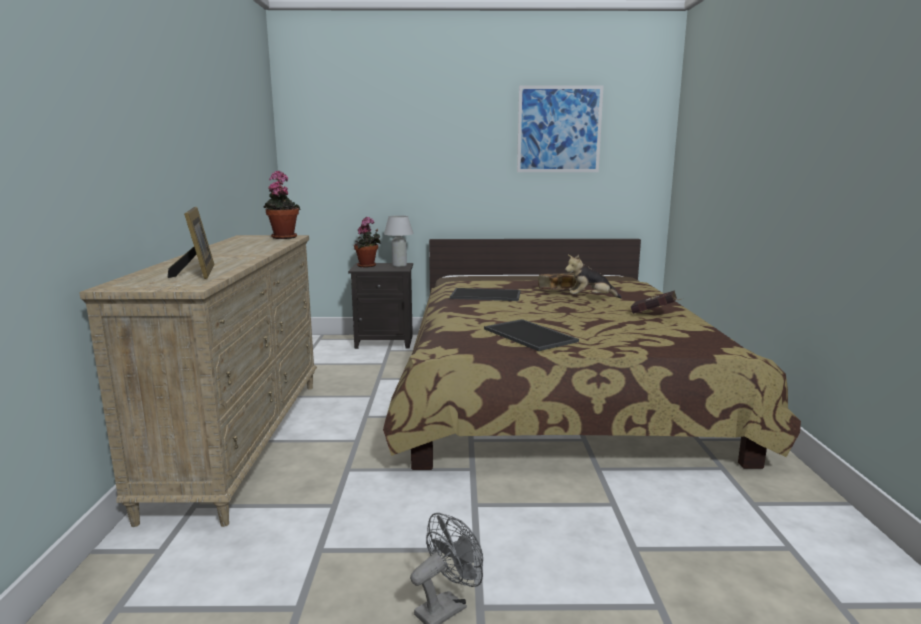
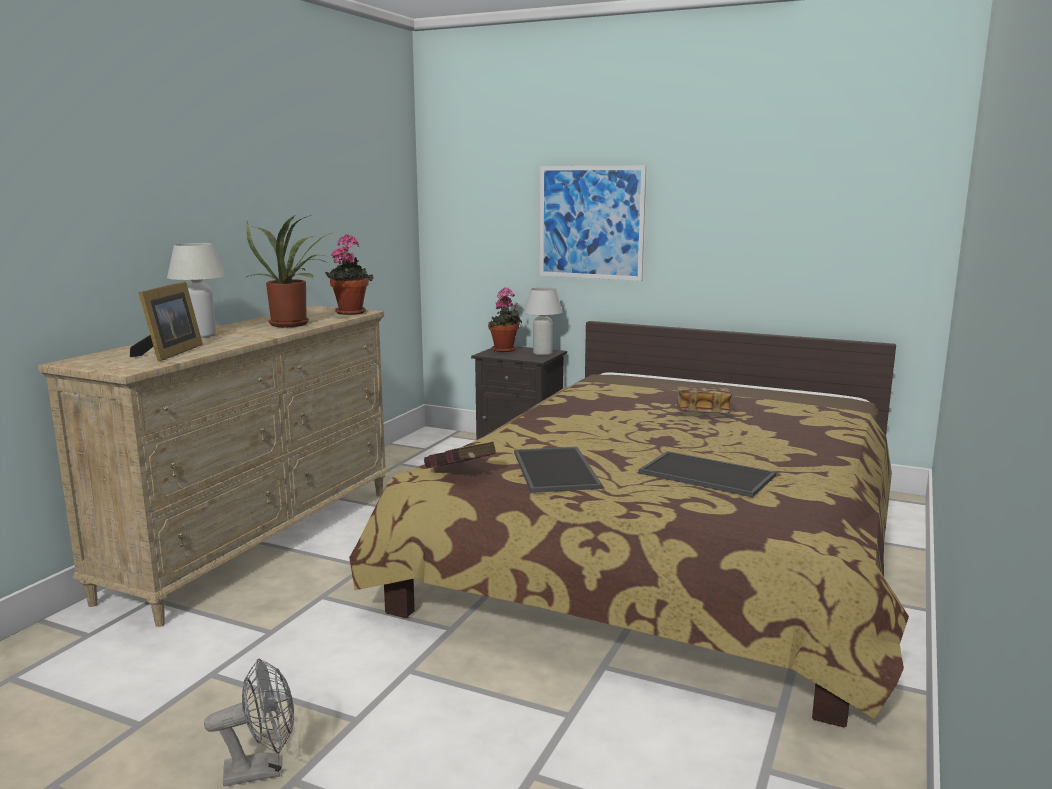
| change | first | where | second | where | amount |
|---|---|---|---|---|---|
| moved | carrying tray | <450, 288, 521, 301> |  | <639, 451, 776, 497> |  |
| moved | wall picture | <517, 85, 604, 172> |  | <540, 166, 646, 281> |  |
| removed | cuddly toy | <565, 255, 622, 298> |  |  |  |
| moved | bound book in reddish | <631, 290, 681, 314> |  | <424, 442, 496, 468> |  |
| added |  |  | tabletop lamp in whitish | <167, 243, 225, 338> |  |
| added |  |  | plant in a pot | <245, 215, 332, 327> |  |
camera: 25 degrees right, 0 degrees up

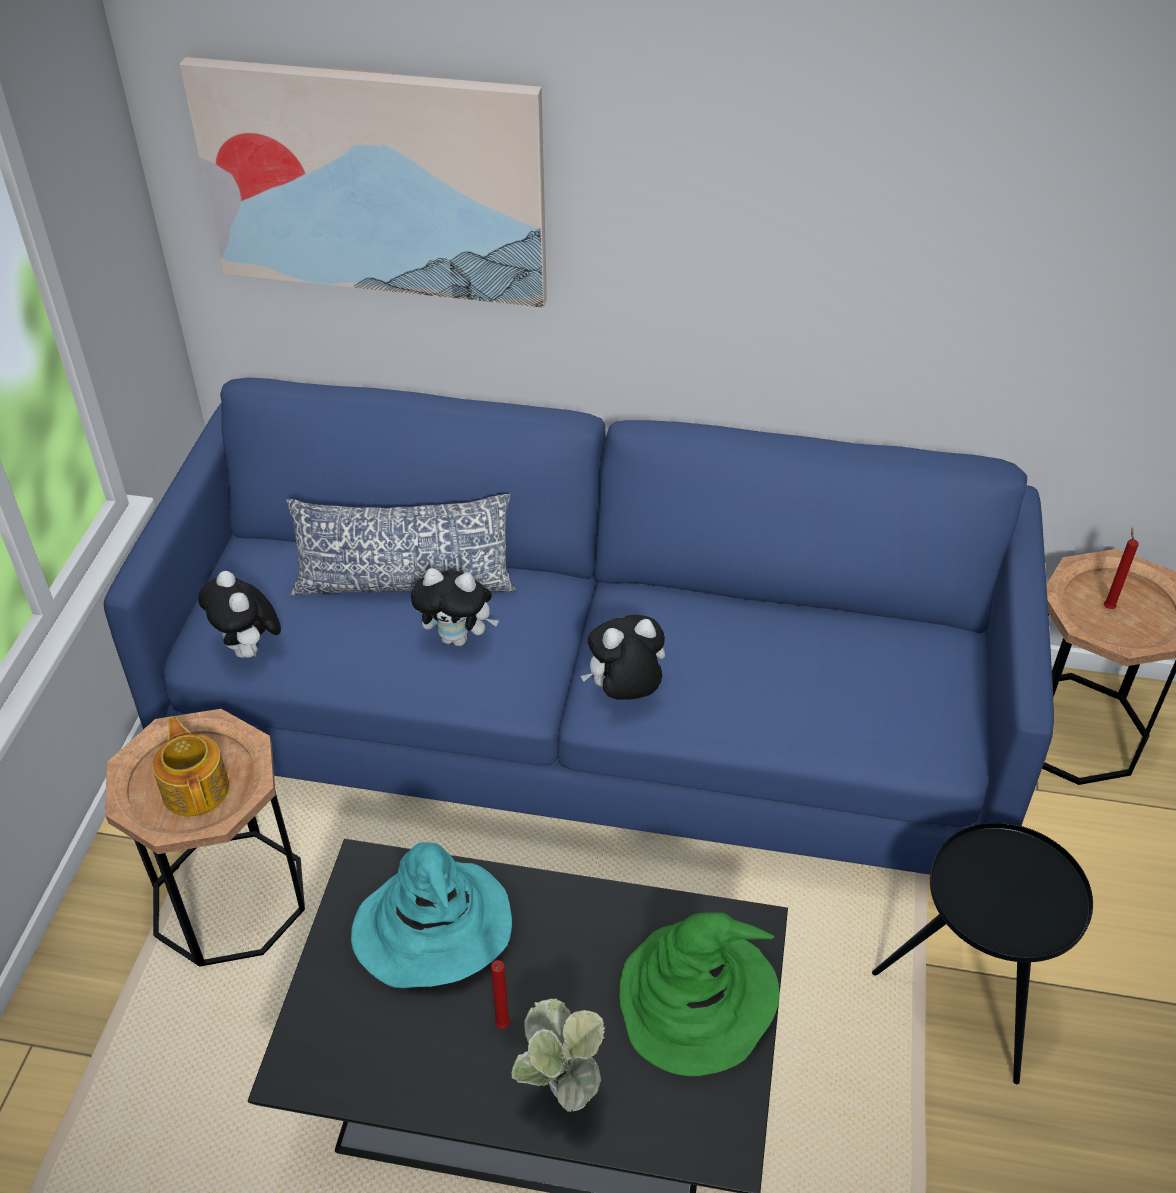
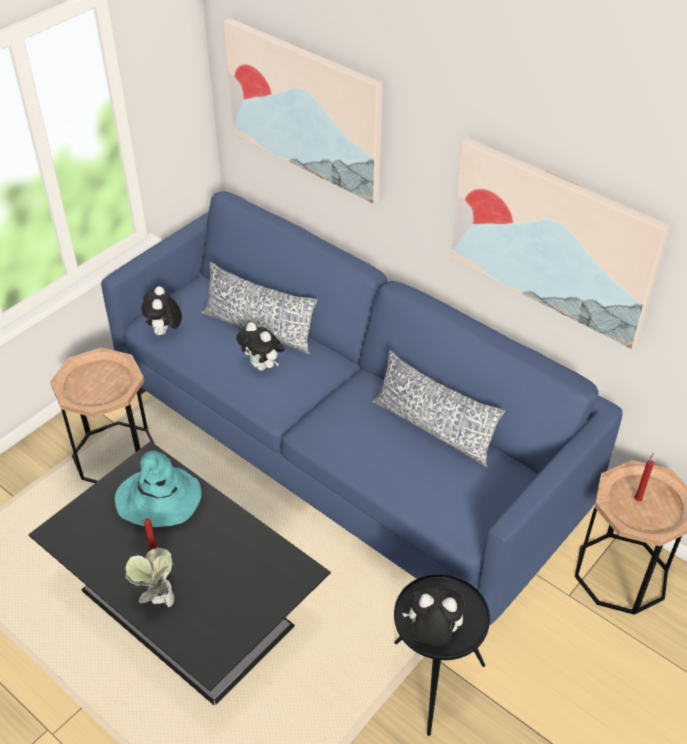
| change | first | where | second | where | amount |
|---|---|---|---|---|---|
| removed | pot for tea | <152, 717, 229, 817> |  |  |  |
| moved | cuddly toy | <581, 615, 665, 700> |  | <402, 586, 464, 646> |  |
| removed | wearable hat in green-coloured | <619, 912, 780, 1076> |  |  |  |
| added |  |  | pillow | <372, 350, 505, 467> |  |
| added |  |  | wall picture | <451, 138, 670, 349> |  |
camera: 30 degrees right, 0 degrees up

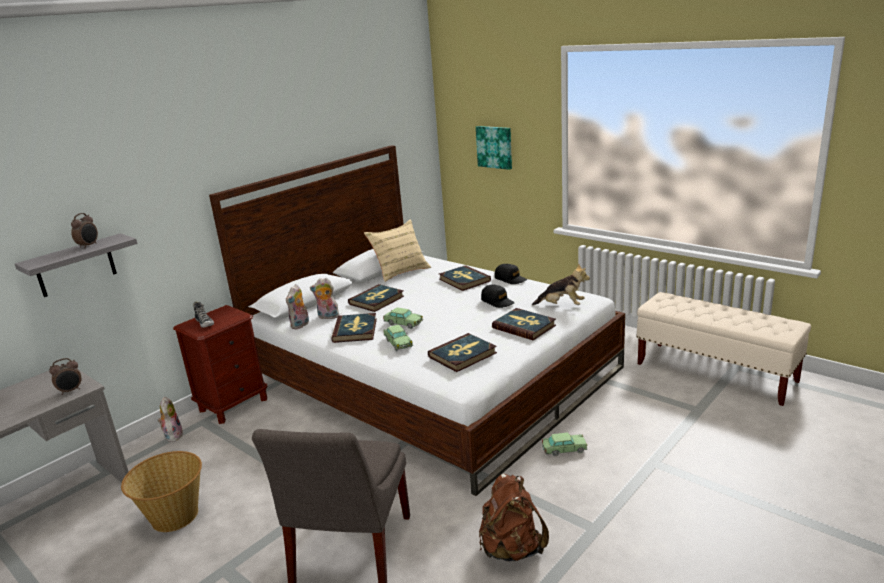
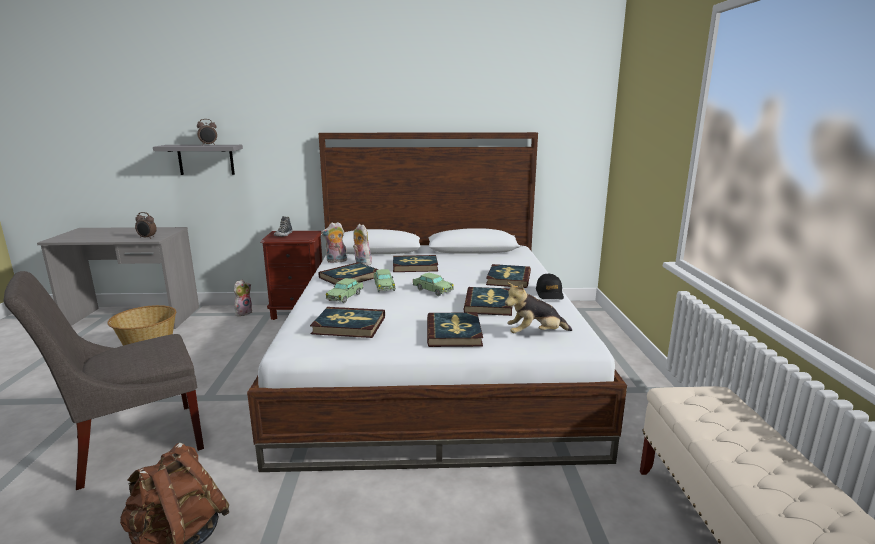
| change | first | where | second | where | amount |
|---|---|---|---|---|---|
| removed | pillow in beige-coloured | <364, 219, 431, 282> |  |  |  |
| removed | wall picture | <476, 126, 512, 170> |  |  |  |
| replaced | peaked cap in black | <481, 284, 514, 308> | bound book | <463, 287, 512, 316> |  |
| turned | cuddly toy | <532, 263, 590, 305> |  | <505, 282, 572, 333> | 105 degrees clockwise |
| moved | model car | <542, 433, 587, 456> |  | <413, 273, 454, 296> |  |
camera: 45 degrees right, 5 degrees down

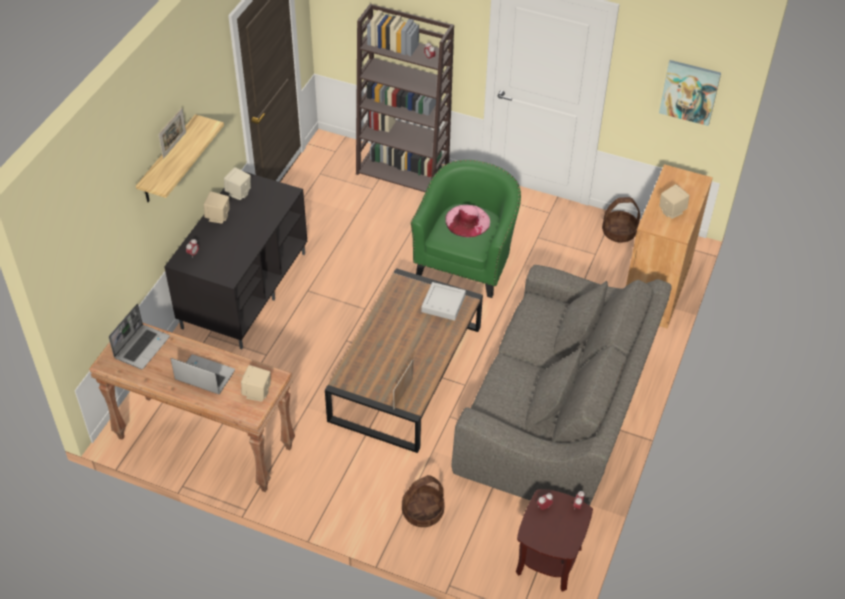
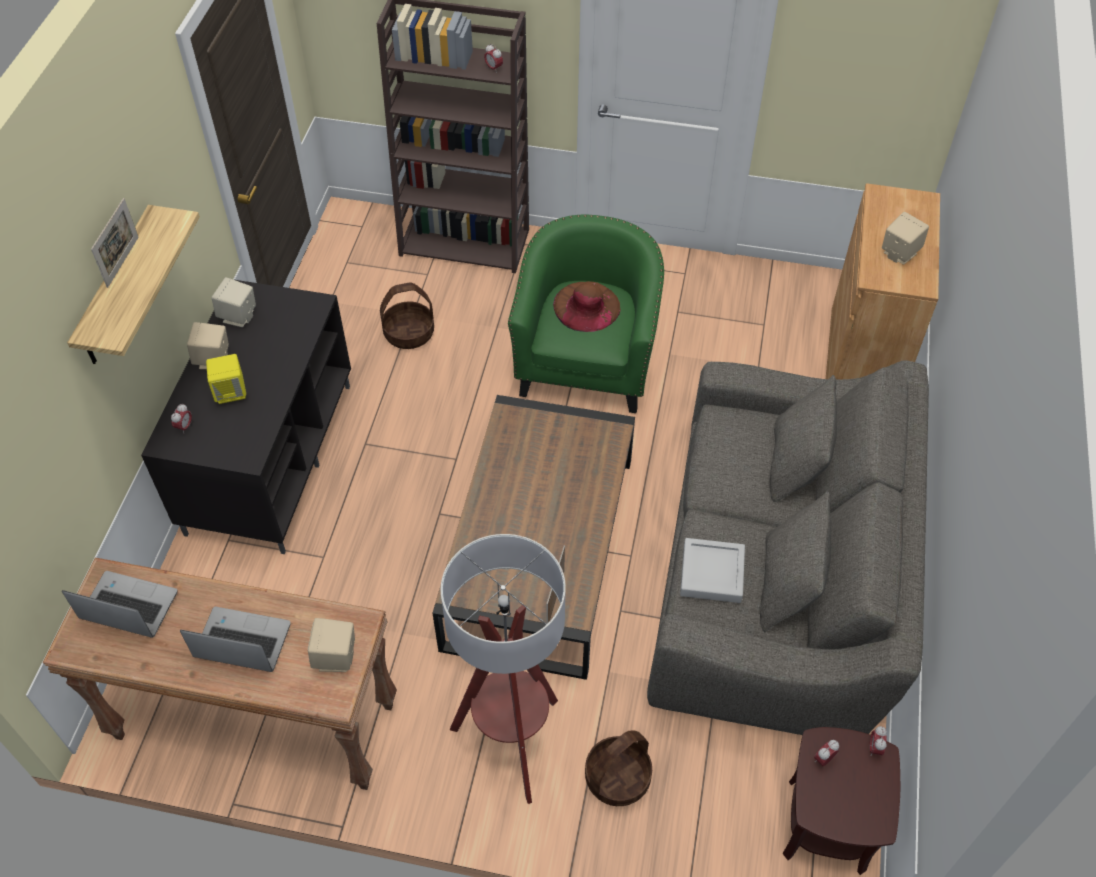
| change | first | where | second | where | amount |
|---|---|---|---|---|---|
| turned | notebook computer | <109, 304, 170, 369> |  | <62, 571, 177, 638> | 90 degrees counterclockwise |
| moved | carrying tray in gray | <421, 282, 466, 321> |  | <680, 538, 745, 603> |  |
| recoloured | wearable hat in pink | <445, 205, 490, 237> | wearable hat in brownish | <553, 281, 620, 332> |  |
| moved | household basket | <602, 197, 640, 243> |  | <380, 283, 434, 349> |  |
| removed | wall picture | <659, 60, 721, 126> |  |  |  |
| added |  |  | speaker in yellow | <206, 354, 246, 404> |  |
| added |  |  | standard lamp | <441, 534, 566, 804> |  |
camera: 10 degrees left, 5 degrees up

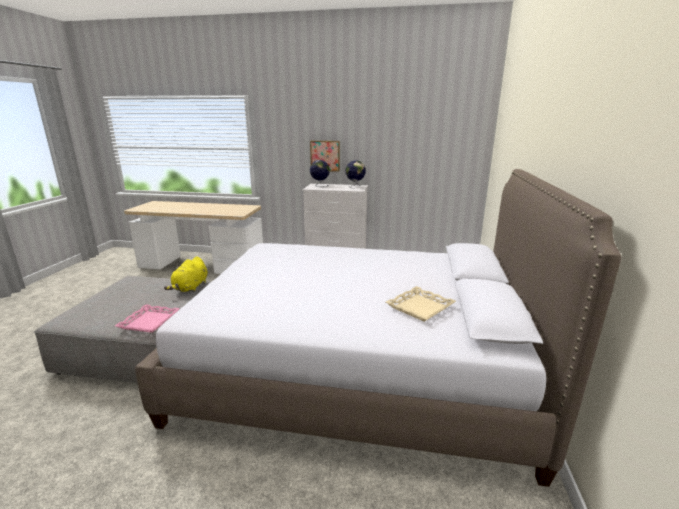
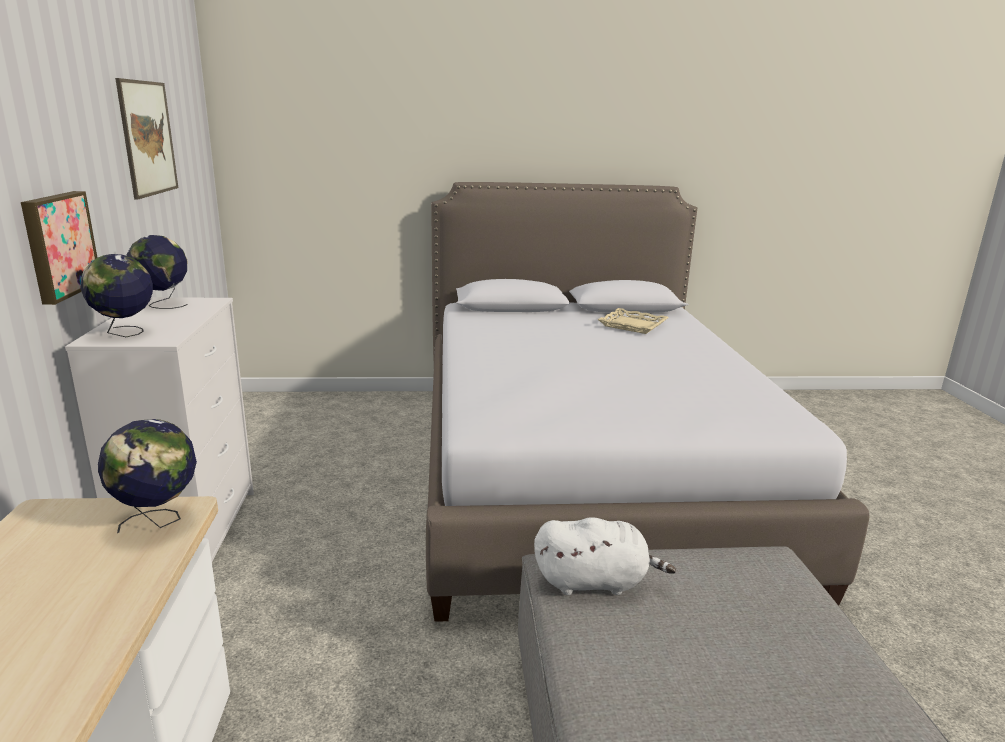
| change | first | where | second | where | amount |
|---|---|---|---|---|---|
| removed | carrying tray in pink | <115, 304, 180, 333> |  |  |  |
| recoloured | cuddly toy in yellow | <164, 257, 208, 292> | cuddly toy in whitish | <534, 517, 676, 595> |  |
| added |  |  | world globe | <98, 419, 197, 533> |  |
| added |  |  | wall picture | <115, 78, 178, 200> |  |
camera: 105 degrees left, 0 degrees up

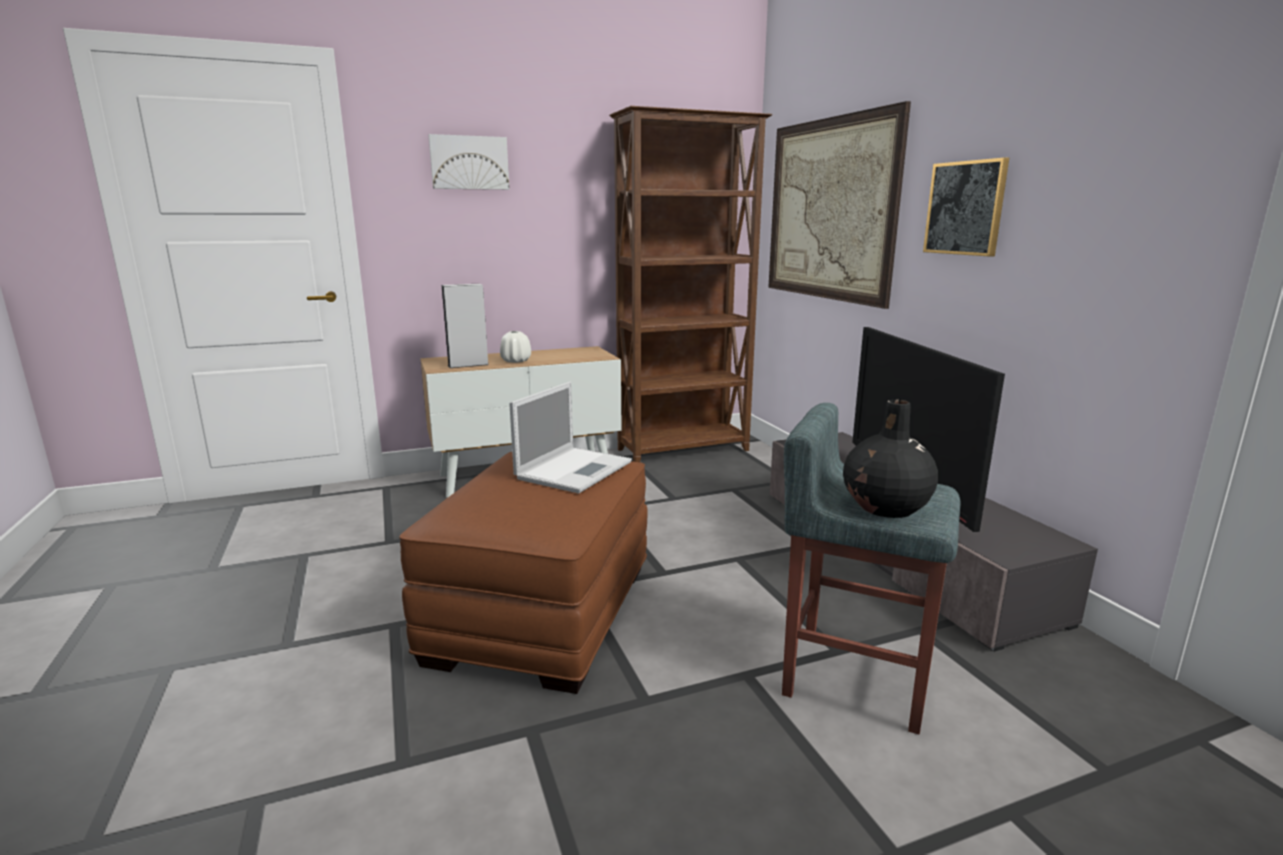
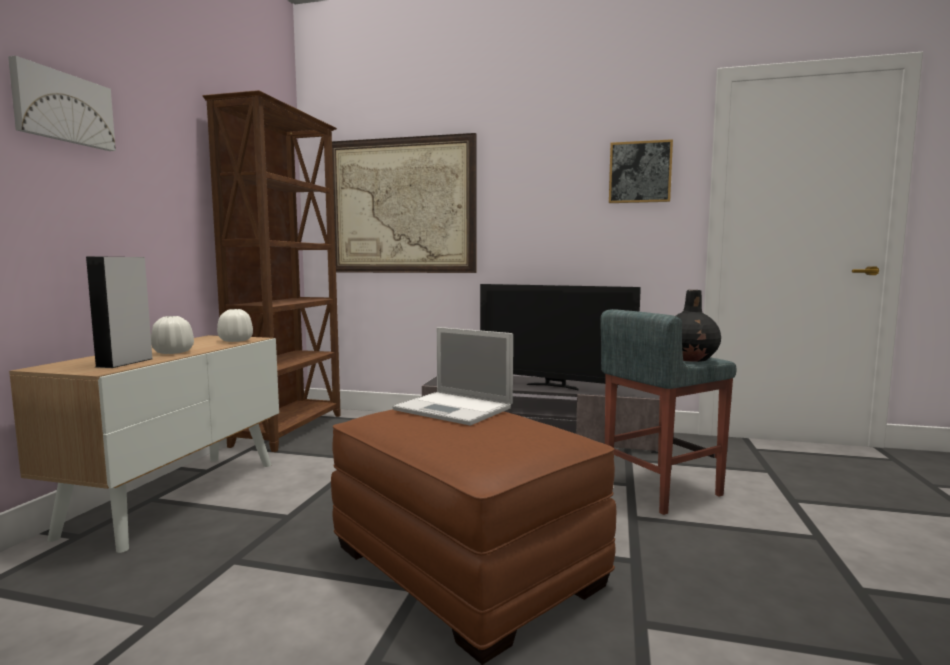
| change | first | where | second | where | amount |
|---|---|---|---|---|---|
| turned | notebook computer | <509, 382, 632, 494> |  | <392, 327, 513, 426> | 150 degrees clockwise |
| moved | wall picture | <923, 157, 1009, 257> |  | <609, 139, 673, 203> |  |
| added |  |  | decorative vase in whitish | <217, 309, 253, 342> |  |
camera: 55 degrees left, 10 degrees down

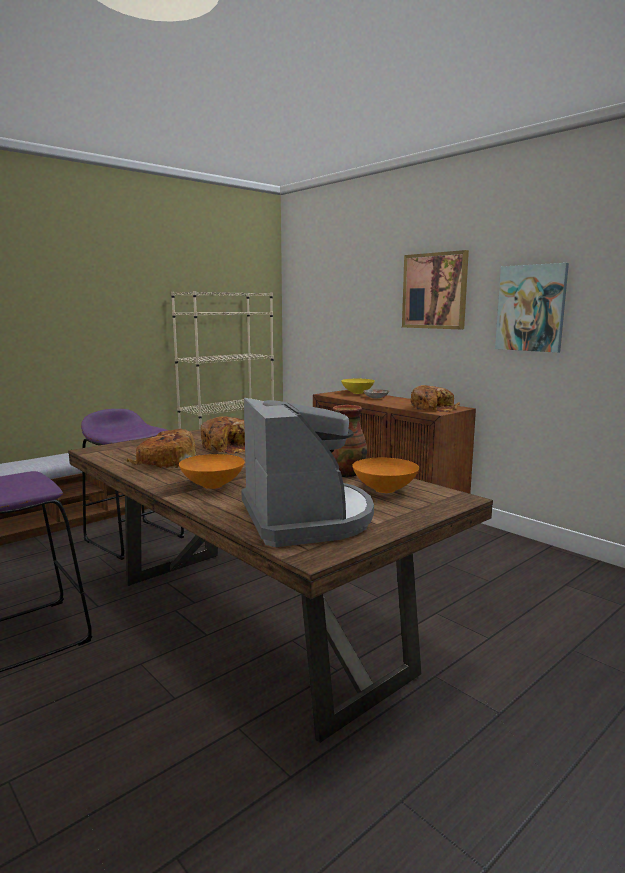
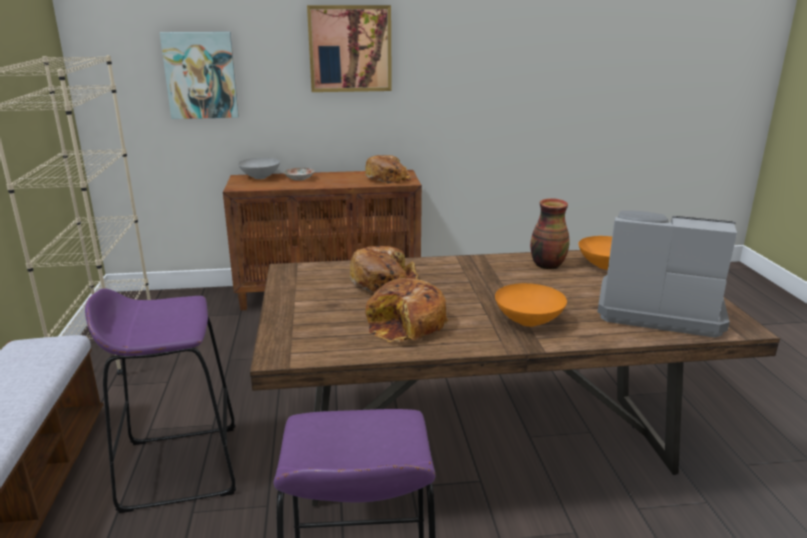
| change | first | where | second | where | amount |
|---|---|---|---|---|---|
| recoloured | deep dish in yellow | <341, 379, 375, 394> | deep dish in gray | <238, 158, 280, 179> |  |
| moved | wall picture | <495, 263, 569, 353> |  | <160, 32, 239, 119> |  |
camera: 55 degrees left, 10 degrees up

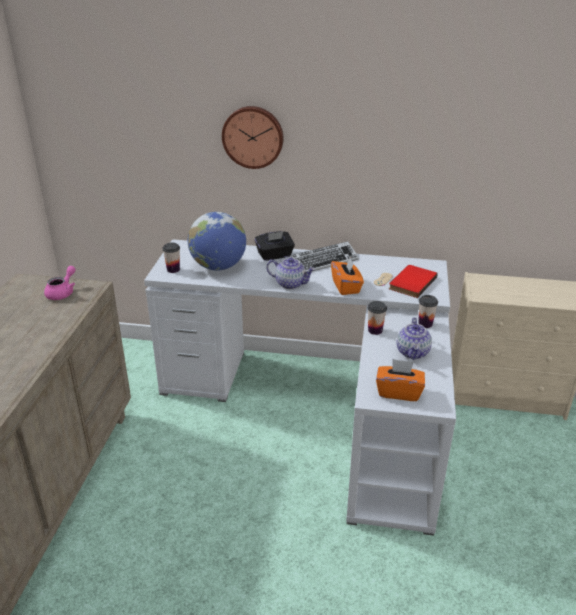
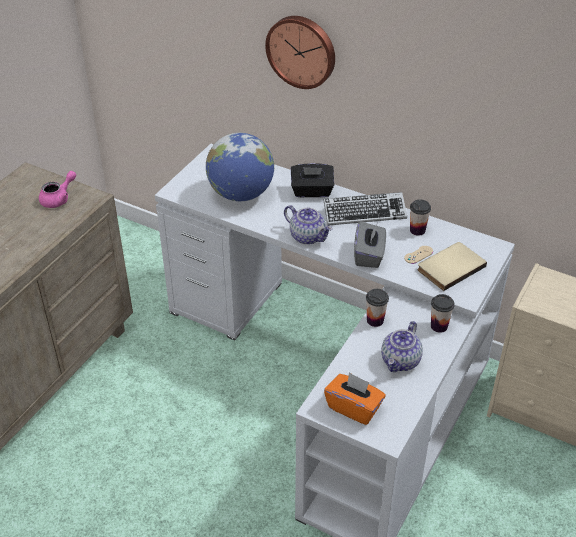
| change | first | where | second | where | amount |
|---|---|---|---|---|---|
| moved | drinking cup | <163, 243, 180, 273> |  | <410, 199, 431, 236> |  |
| recoloured | box of tissues in orange-coloured | <331, 258, 364, 295> | box of tissues in gray | <354, 221, 386, 268> |  |
| recoloured | bound book in reddish | <389, 265, 438, 298> | bound book in beige-coloured | <417, 242, 487, 291> |  |
camera: 20 degrees right, 10 degrees up

